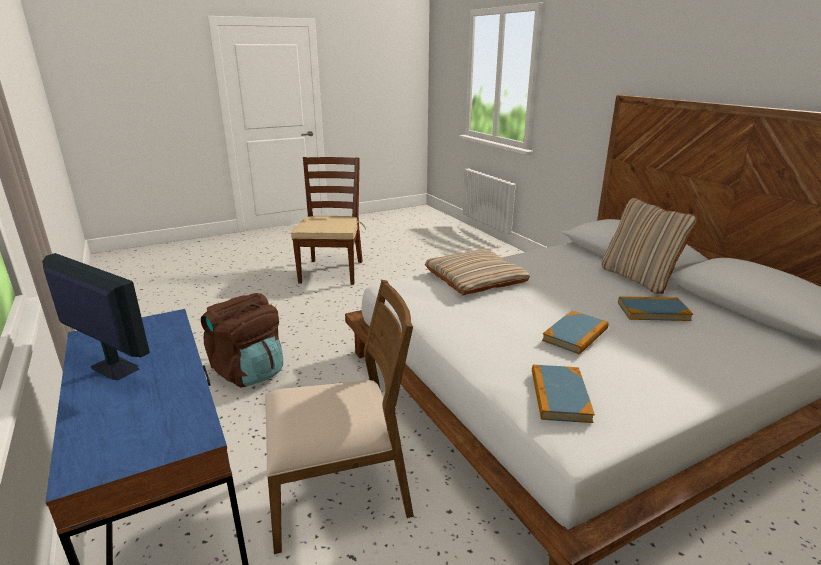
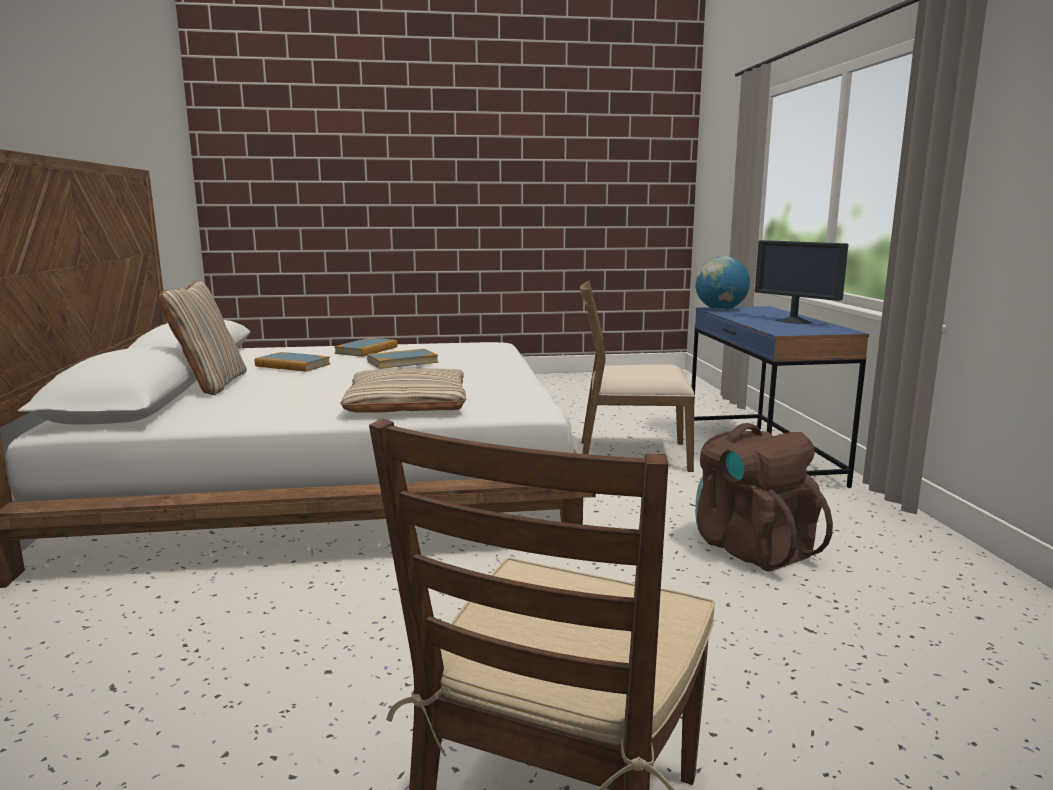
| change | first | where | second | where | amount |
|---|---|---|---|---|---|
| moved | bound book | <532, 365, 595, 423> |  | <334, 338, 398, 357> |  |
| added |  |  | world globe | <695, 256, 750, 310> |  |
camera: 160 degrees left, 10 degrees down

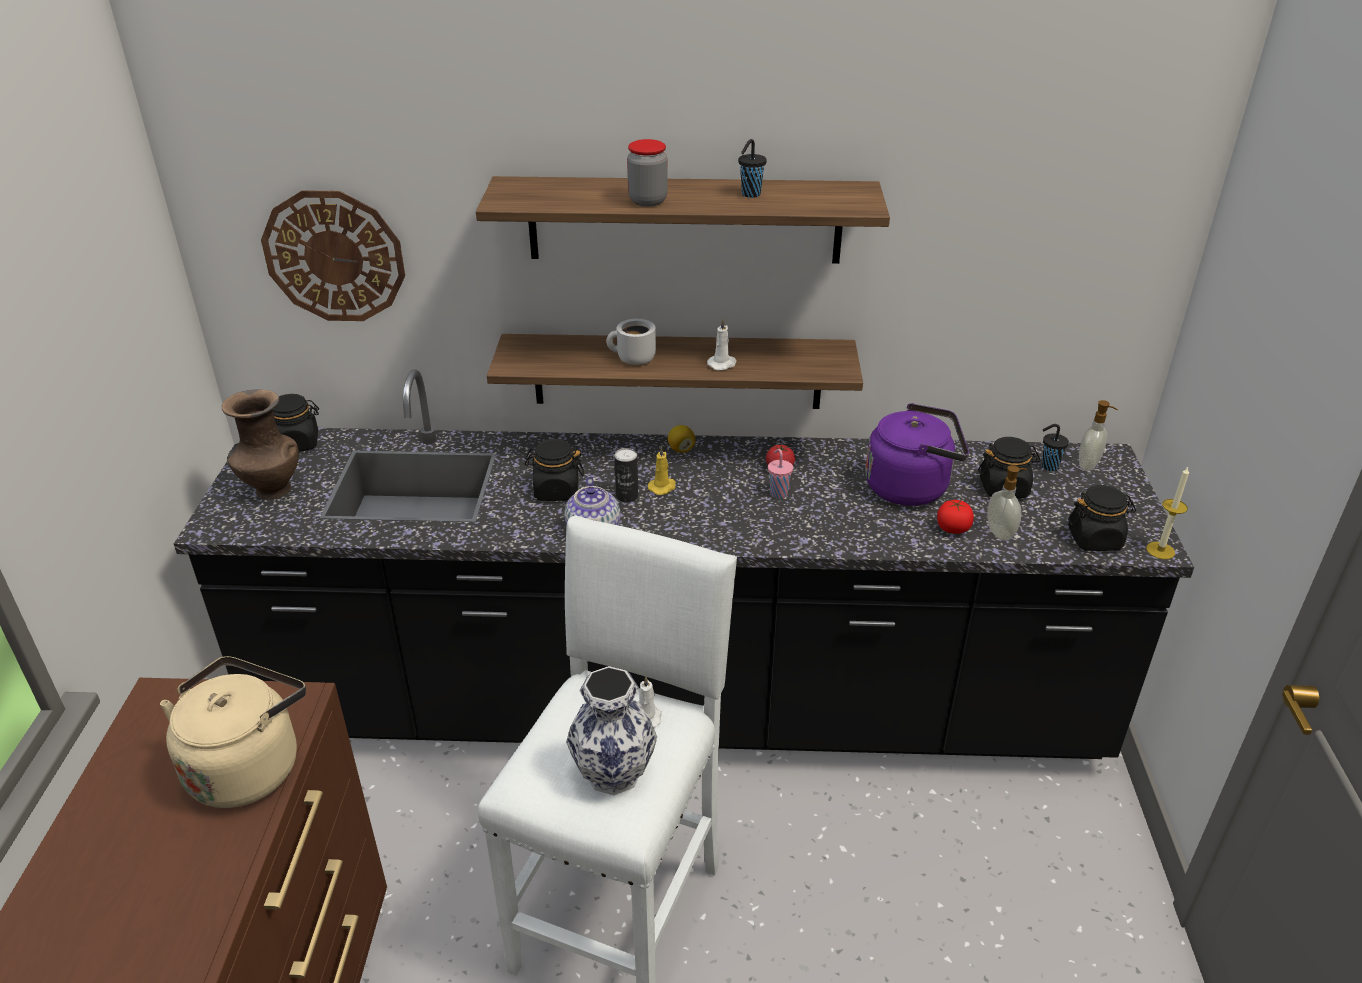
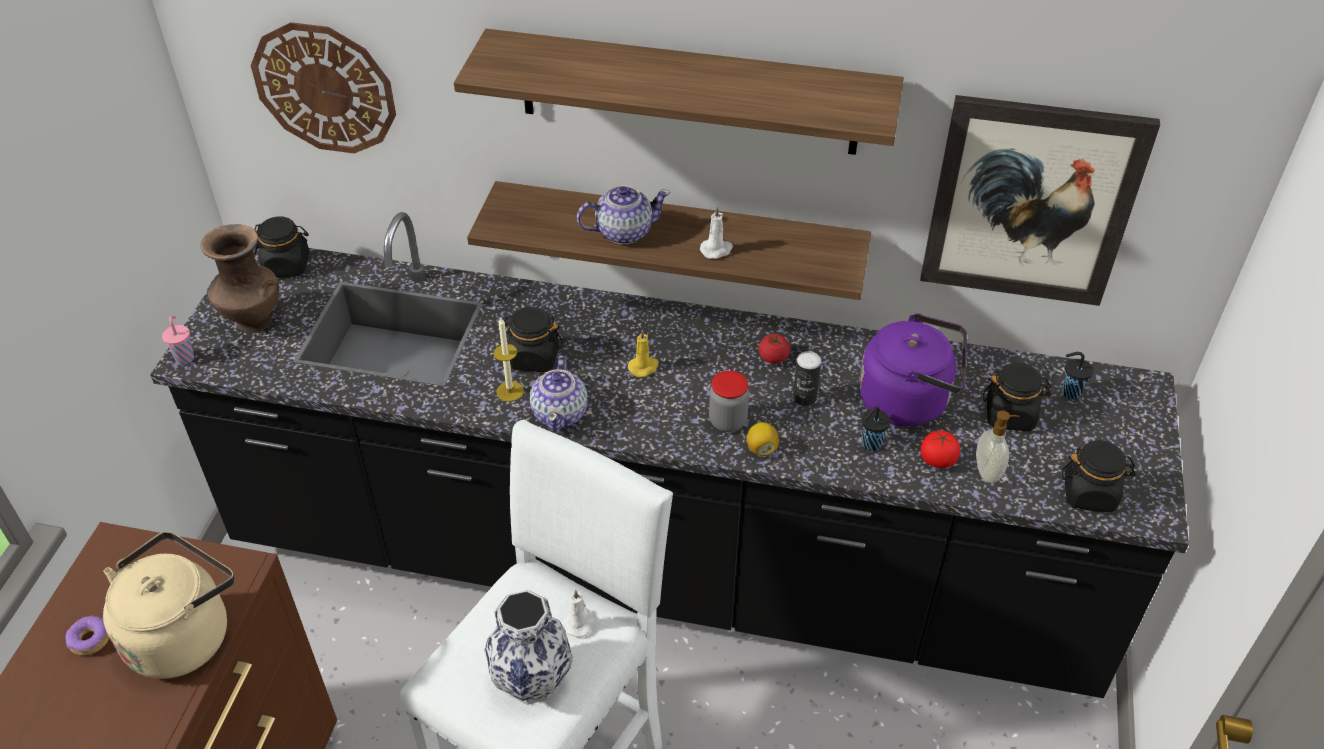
| change | first | where | second | where | amount |
|---|---|---|---|---|---|
| replaced | mug in whitish | <607, 319, 656, 365> | pot for tea | <577, 186, 670, 244> |  |
| moved | metal can | <614, 448, 638, 502> |  | <793, 351, 821, 406> |  |
| moved | preserve jar | <627, 139, 668, 207> |  | <709, 371, 749, 432> |  |
| moved | lemon | <668, 425, 696, 453> |  | <747, 422, 779, 456> |  |
| moved | drinking cup in black | <739, 139, 767, 198> |  | <862, 406, 890, 451> |  |
| moved | drinking cup in pink | <768, 449, 793, 499> |  | <162, 316, 194, 365> |  |
| removed | soap dispenser | <1079, 400, 1118, 471> |  |  |  |
| moved | candle | <1146, 467, 1189, 559> |  | <493, 318, 524, 402> |  |
| added |  |  | doughnut | <66, 615, 109, 655> |  |
| added |  |  | wall picture | <920, 95, 1160, 306> |  |
camera: 10 degrees right, 10 degrees up

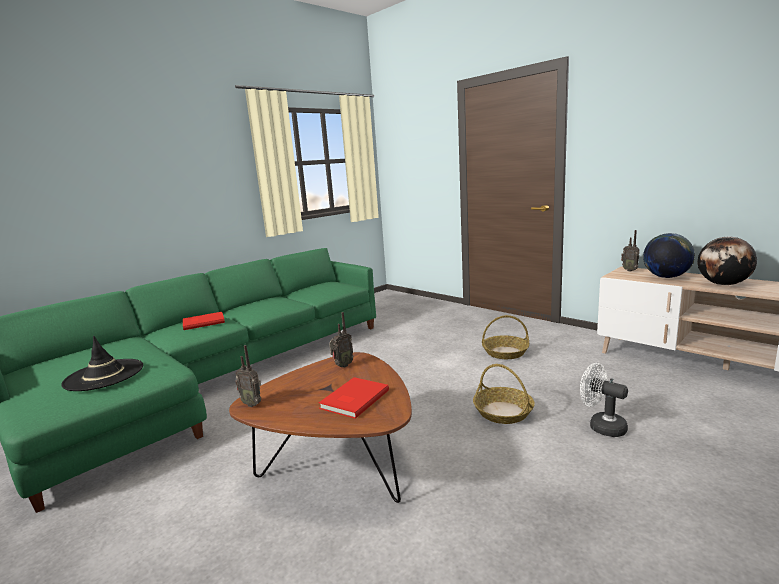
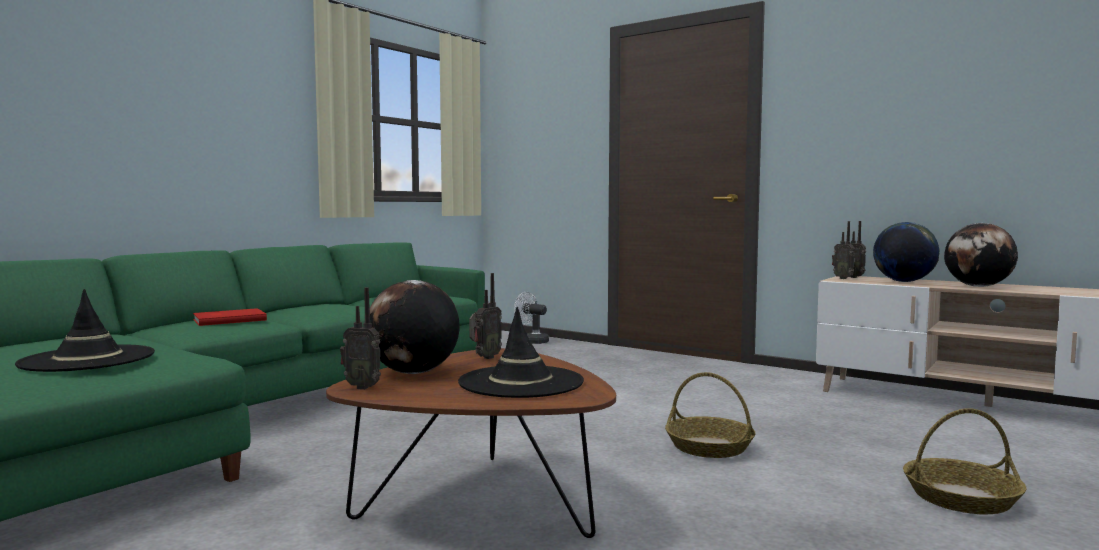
| change | first | where | second | where | amount |
|---|---|---|---|---|---|
| replaced | bound book in reddish | <319, 377, 389, 419> | wearable hat in black | <458, 307, 584, 398> |  |
| moved | household basket | <482, 315, 529, 359> |  | <903, 408, 1027, 514> |  |
| moved | cooling fan in whitish | <580, 363, 628, 437> |  | <514, 292, 549, 344> |  |
| added |  |  | world globe | <370, 280, 460, 374> |  |
| added |  |  | radio receiver | <832, 221, 855, 279> |  |
camera: 10 degrees left, 10 degrees down

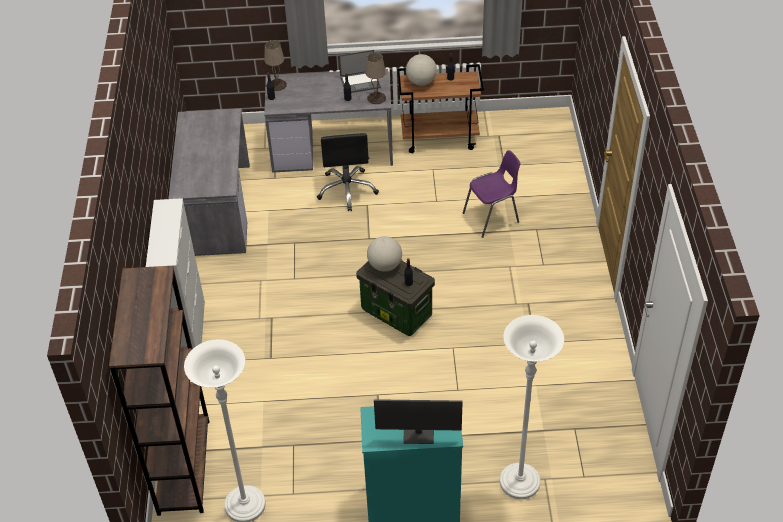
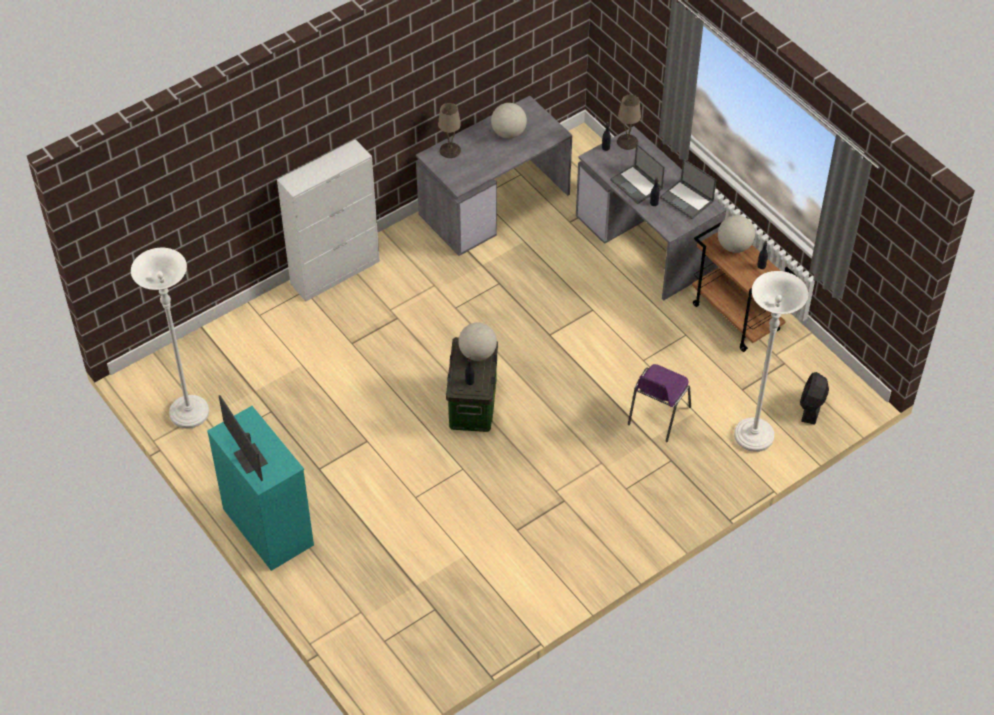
| change | first | where | second | where | amount |
|---|---|---|---|---|---|
| removed | bookshelf in brownish | <109, 266, 209, 516> |  |  |  |
| removed | desk chair in black | <317, 133, 379, 211> |  |  |  |
| moved | tabletop lamp in beige-coloured | <365, 53, 386, 104> |  | <438, 103, 461, 158> |  |
| turned | chair in purplish | <463, 150, 521, 238> |  | <628, 364, 691, 442> | 90 degrees clockwise |
| moved | standard lamp in whitish | <500, 315, 564, 499> |  | <734, 271, 808, 452> |  |
| added |  |  | world globe | <491, 103, 527, 139> |  |
| added |  |  | notebook computer | <610, 143, 665, 204> |  |
| added |  |  | cooling fan in black | <800, 372, 829, 425> |  |
camera: 55 degrees right, 5 degrees up

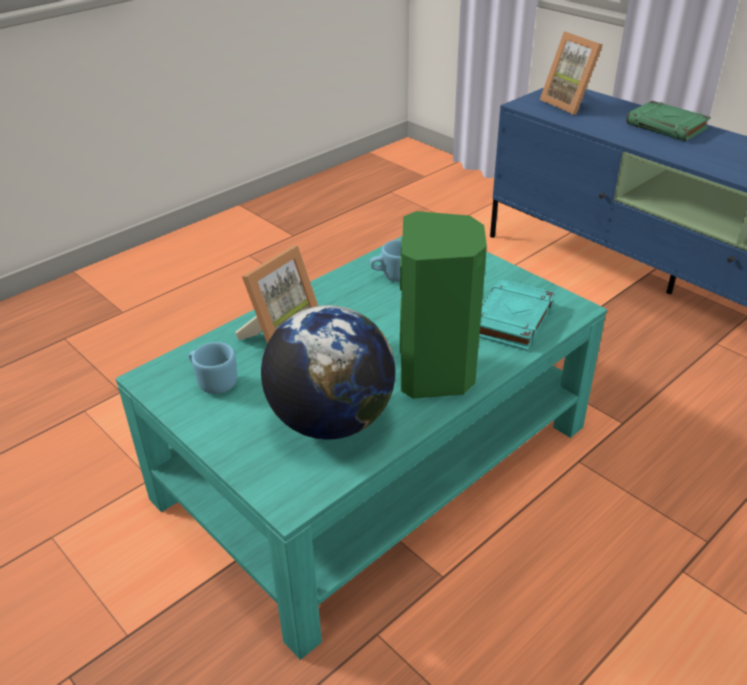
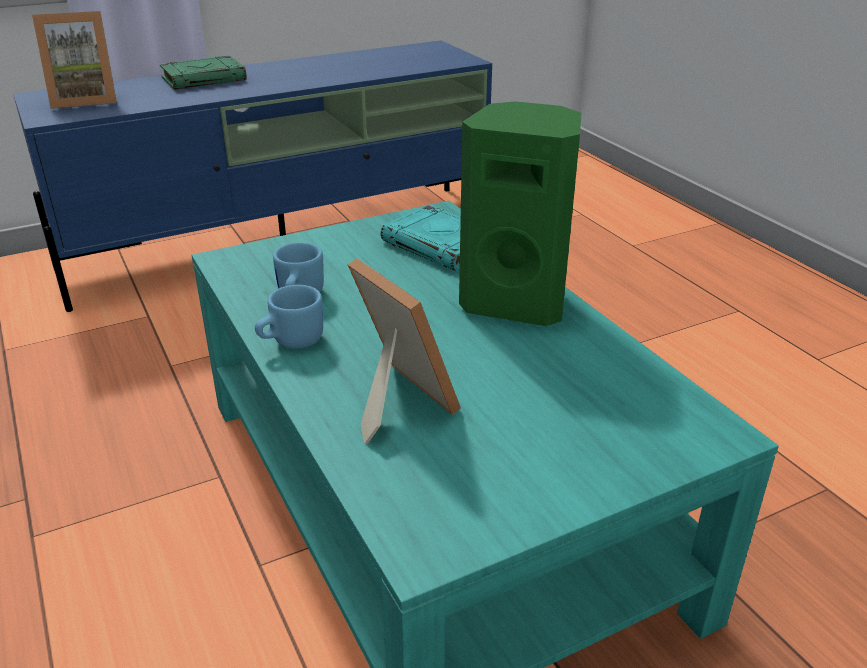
| change | first | where | second | where | amount |
|---|---|---|---|---|---|
| moved | mug in blue | <189, 342, 237, 394> |  | <255, 285, 323, 349> |  |
| removed | world globe | <261, 305, 395, 440> |  |  |  |
camera: 75 degrees left, 5 degrees down

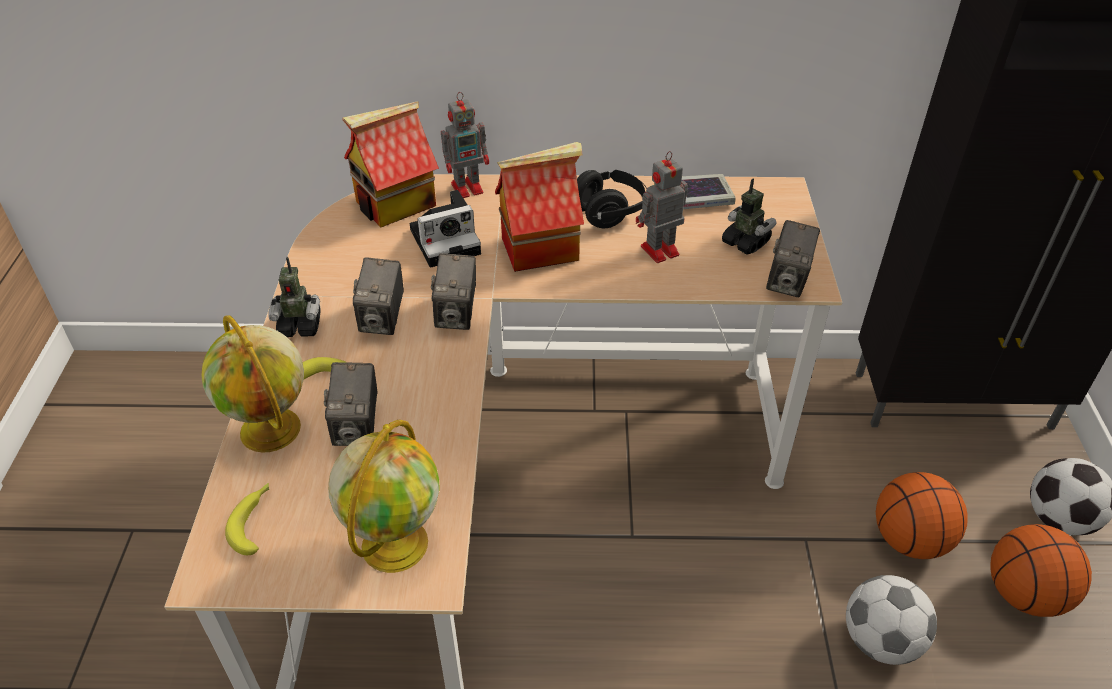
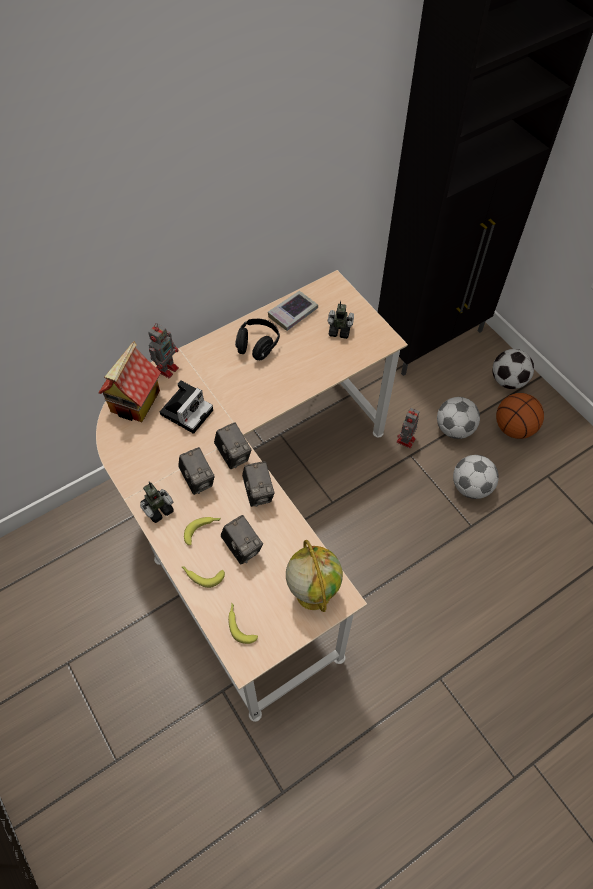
| change | first | where | second | where | amount |
|---|---|---|---|---|---|
| replaced | world globe | <202, 315, 304, 452> | whole banana | <182, 566, 225, 588> |  |
| removed | toy house | <495, 142, 584, 272> |  |  |  |
| moved | model robot | <636, 151, 688, 263> |  | <397, 408, 419, 448> |  |
| moved | photo camera | <766, 220, 820, 297> |  | <242, 461, 274, 507> |  |
| replaced | ball for basketball | <876, 472, 968, 559> | football ball | <437, 397, 480, 439> |  |
camera: 35 degrees left, 15 degrees up

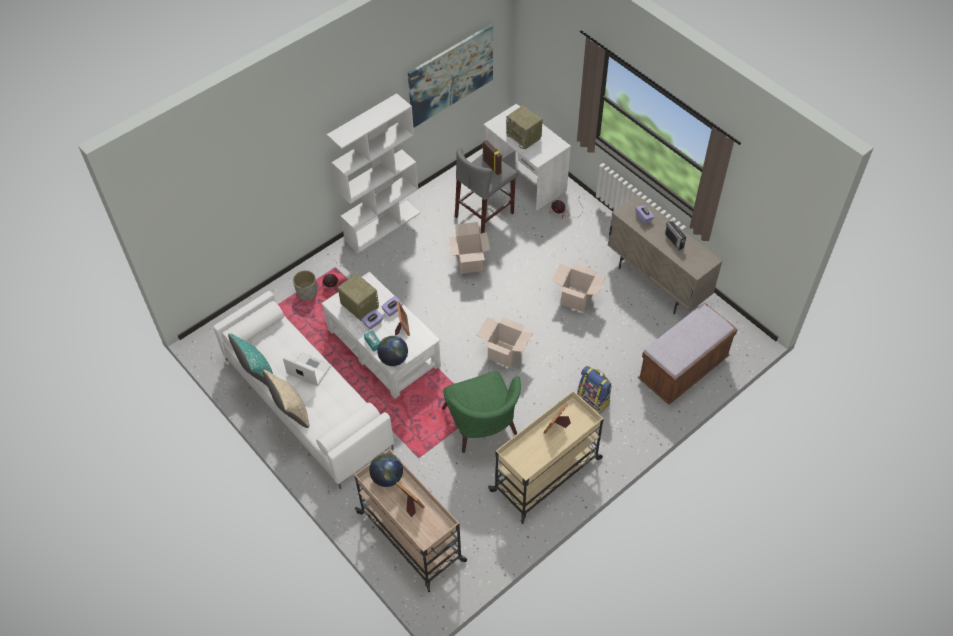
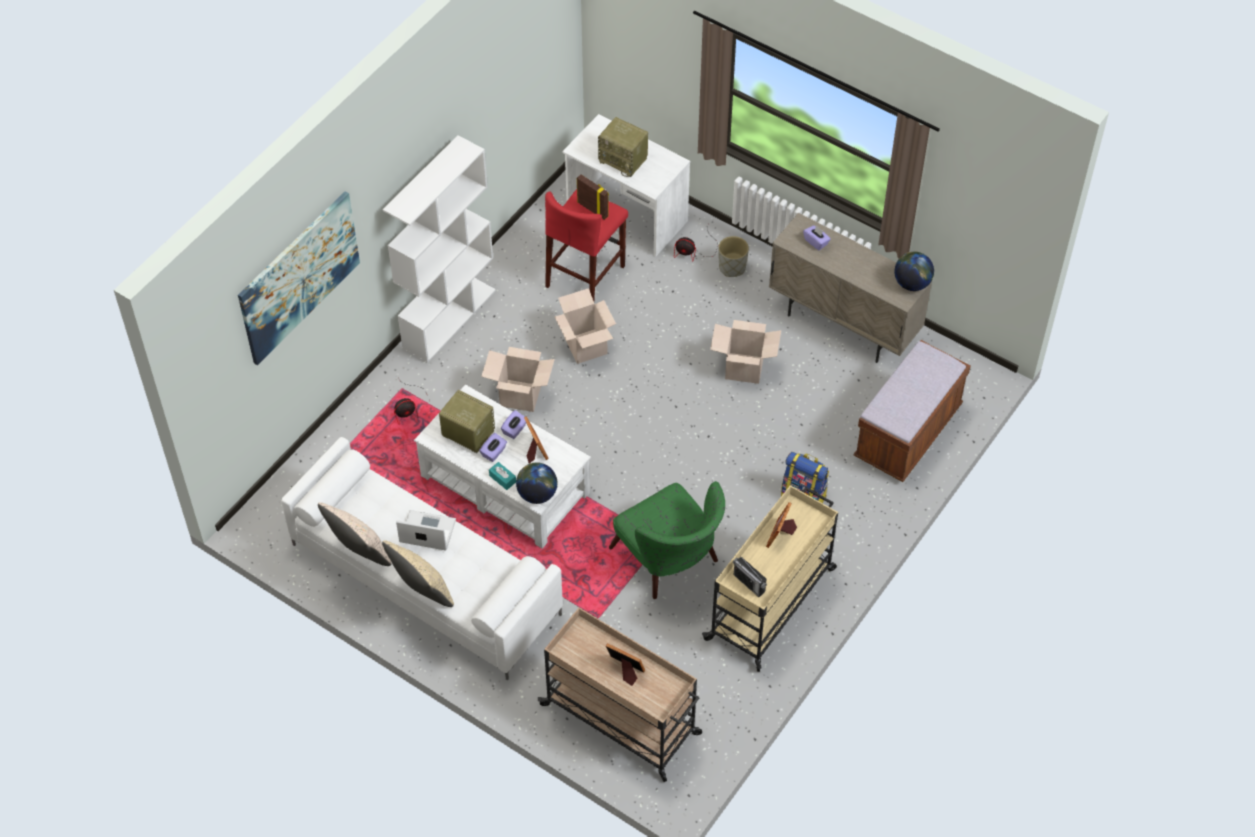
| change | first | where | second | where | amount |
|---|---|---|---|---|---|
| recoloured | pillow in blue-green | <228, 333, 273, 386> | pillow in beige-coloured | <318, 502, 391, 566> |  |
| moved | flower pot in gray | <293, 270, 317, 301> |  | <718, 236, 749, 277> |  |
| moved | world globe | <369, 453, 403, 487> |  | <894, 251, 934, 291> |  |
| moved | wall picture | <408, 24, 493, 127> |  | <238, 191, 360, 365> |  |
| recoloured | stool seat in gray | <455, 147, 517, 233> | stool seat in reddish | <545, 189, 628, 301> |  |
| moved | carton | <477, 317, 533, 368> |  | <481, 347, 555, 412> |  |
| moved | radio receiver | <665, 220, 686, 250> |  | <733, 556, 767, 597> |  |
camera: 15 degrees left, 0 degrees up

